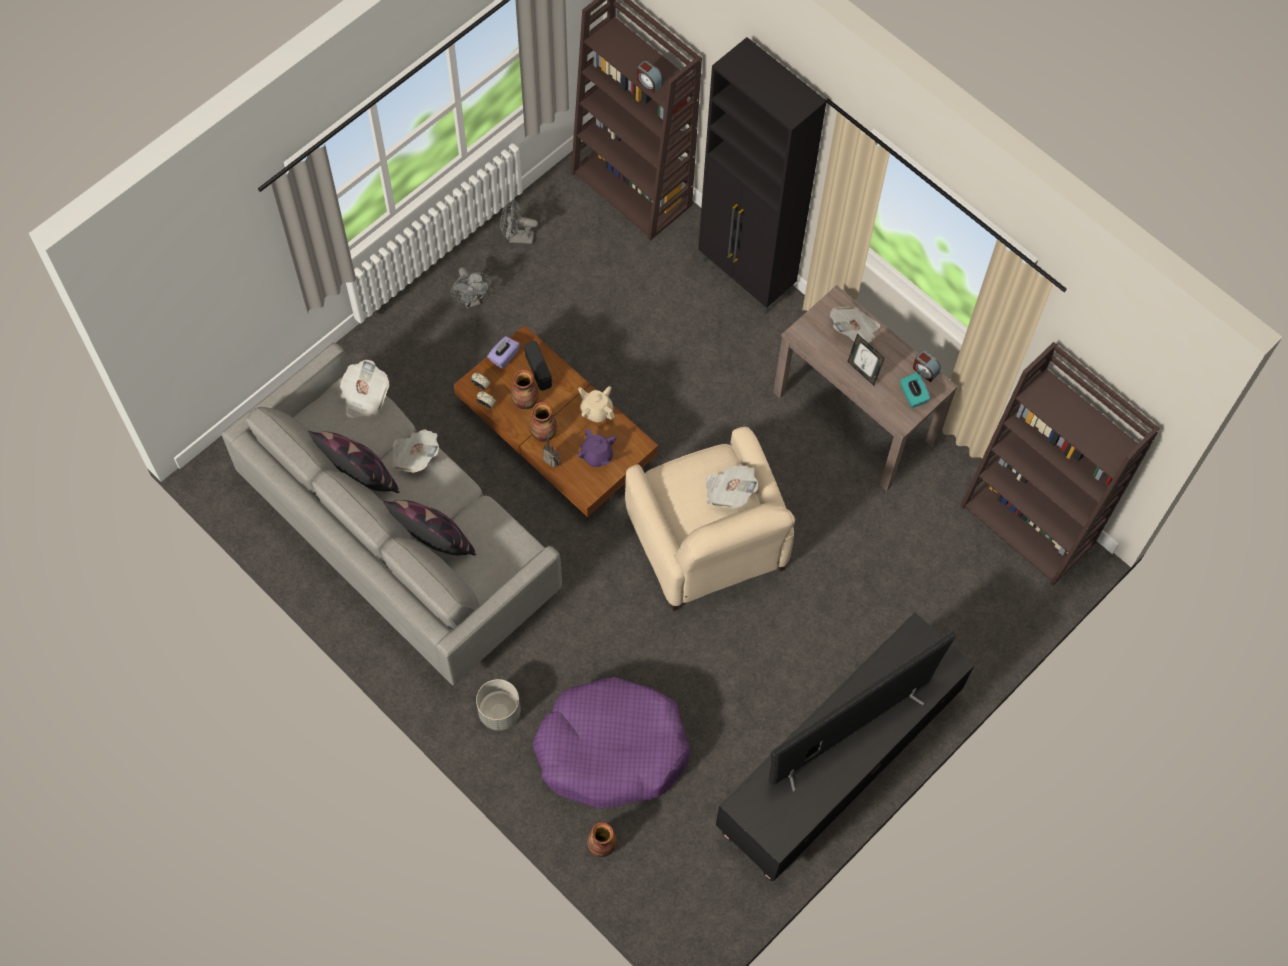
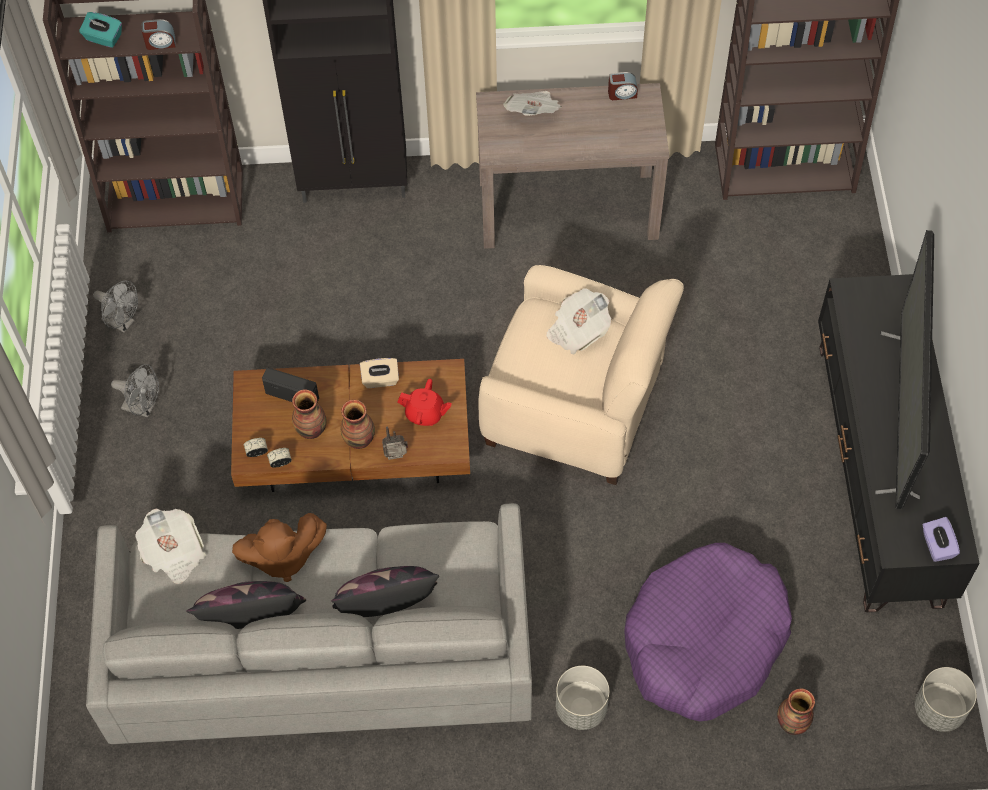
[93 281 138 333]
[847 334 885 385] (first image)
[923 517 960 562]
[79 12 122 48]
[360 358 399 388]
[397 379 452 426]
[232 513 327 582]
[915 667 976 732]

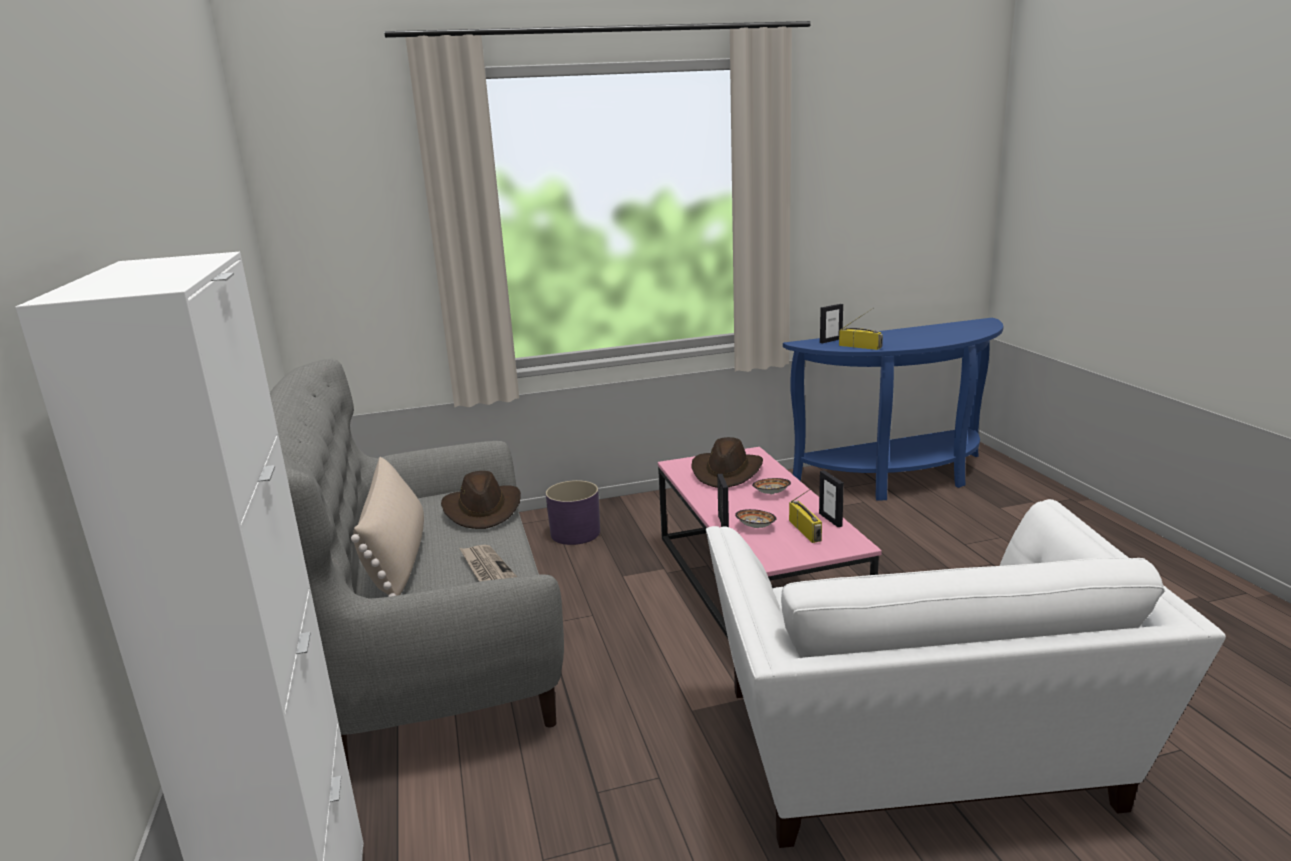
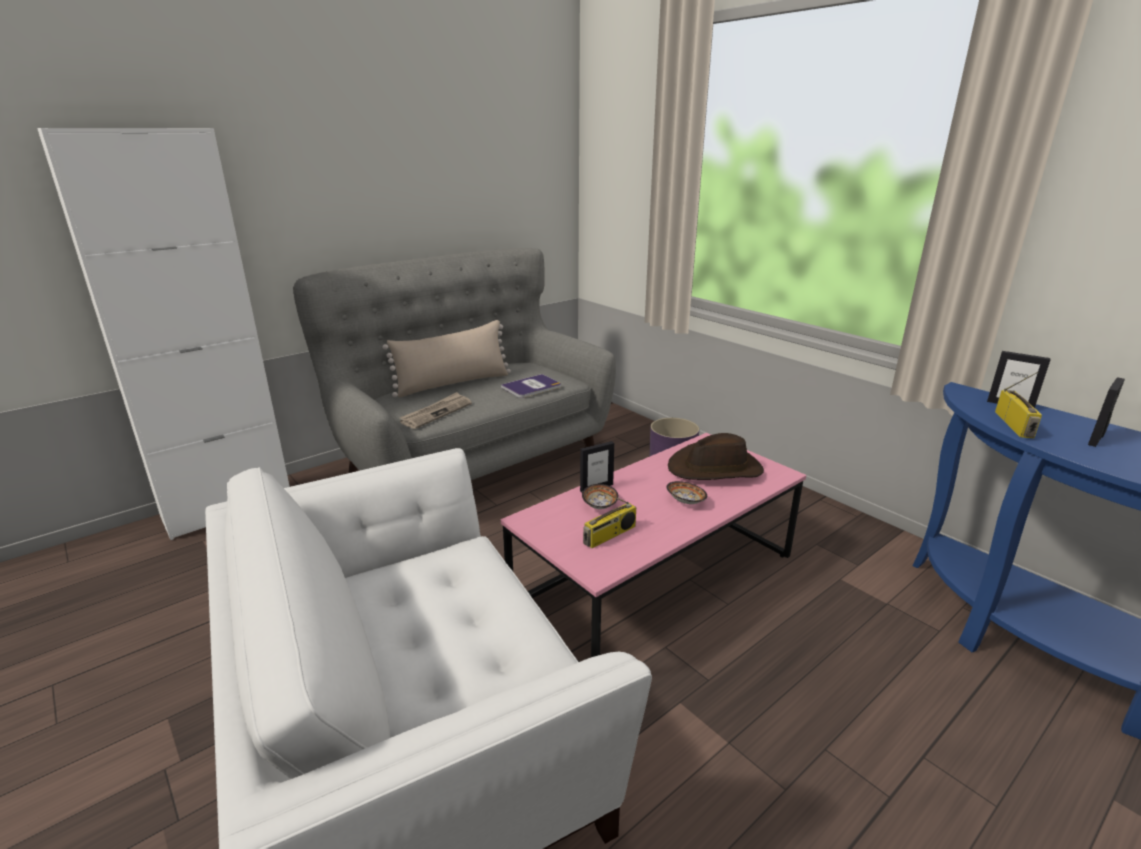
[1088 377 1125 447]
[501 374 561 398]

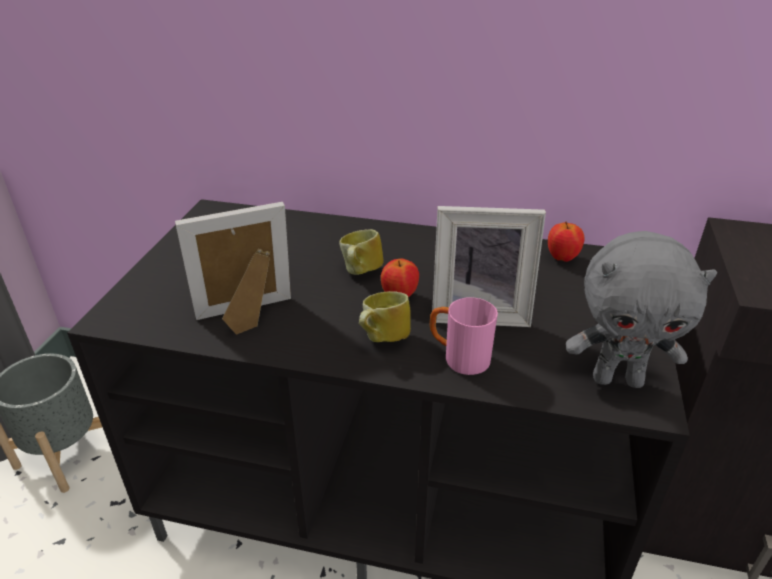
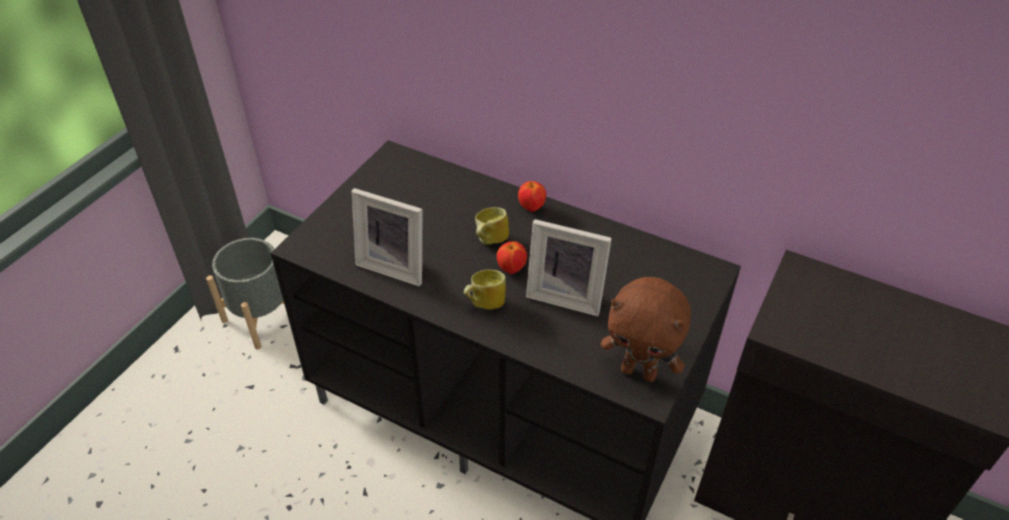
[351 188 422 286]
[518 181 546 212]
[601 277 691 382]
[430 297 498 375] (first image)

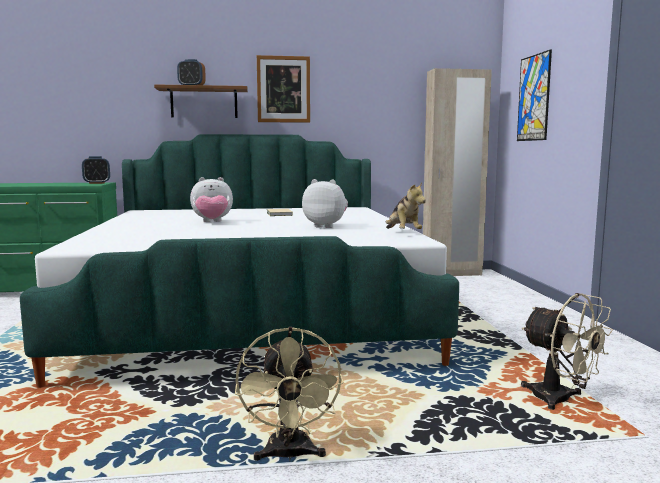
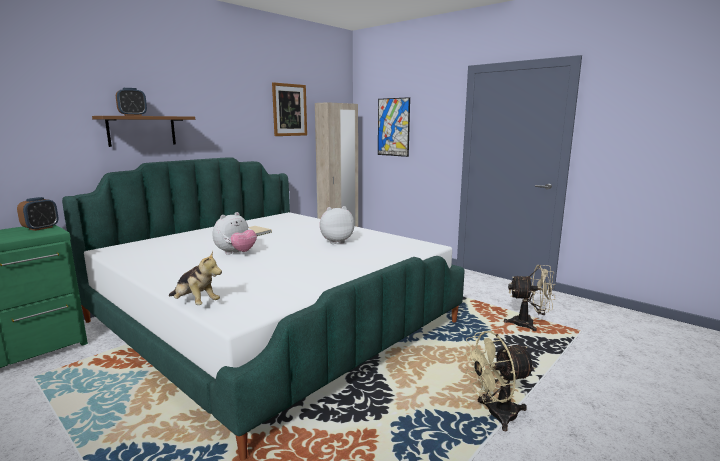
[272 82 307 136]
[169 251 222 305]
[463 331 536 432]

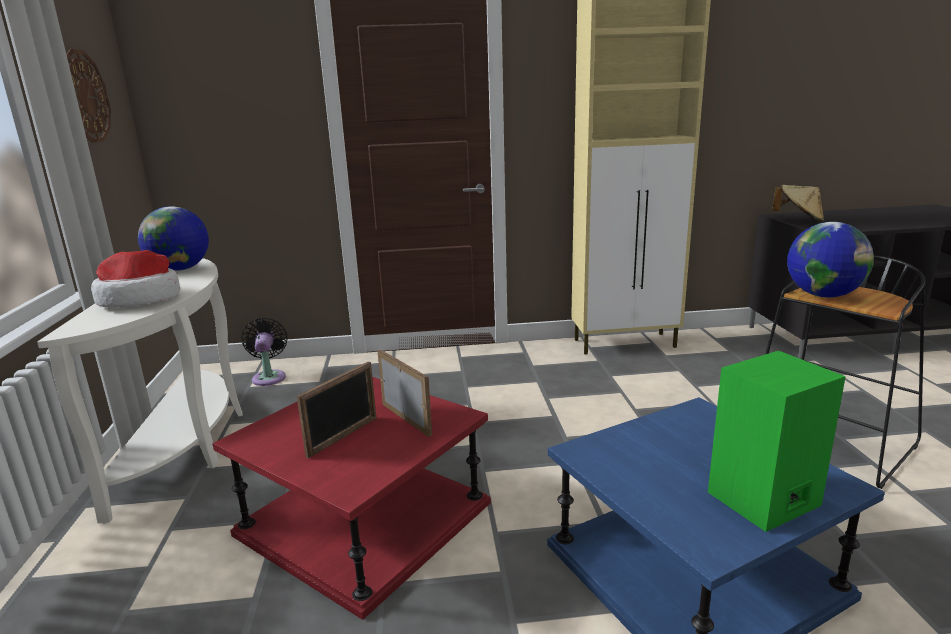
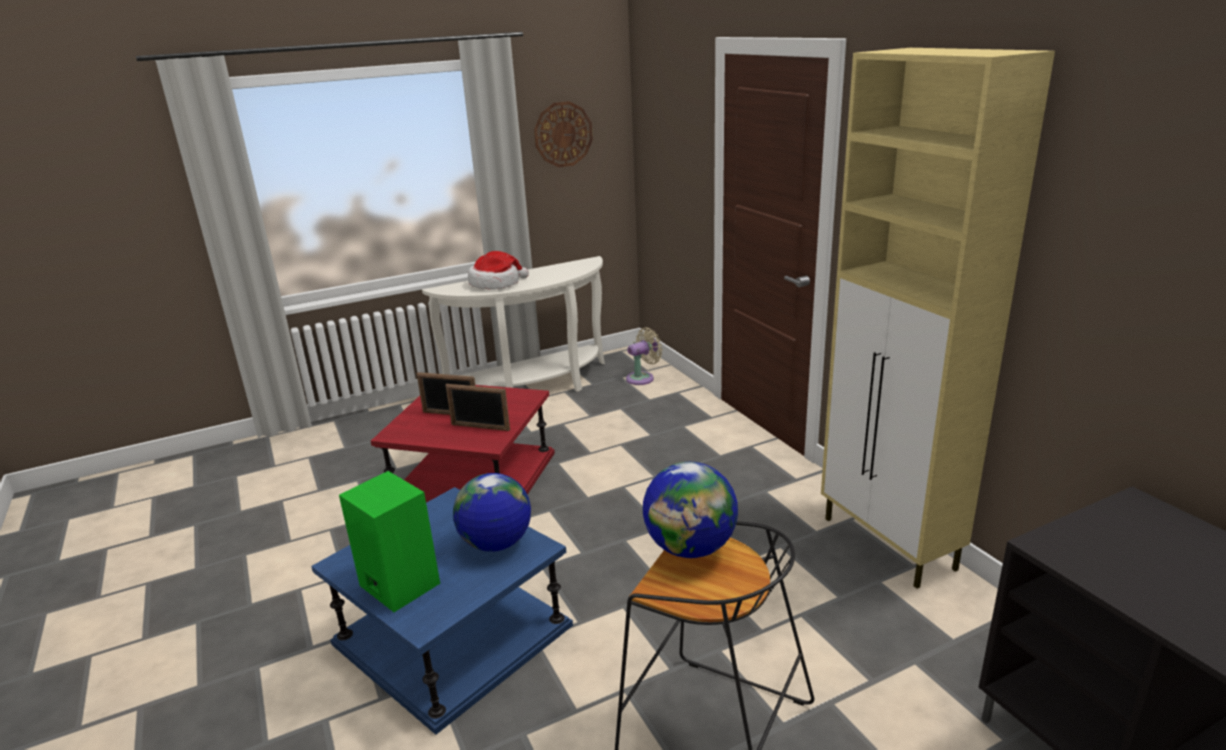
[772 185 824 222] (first image)
[453 473 531 552]
[626 327 662 385]
[446 384 510 431]

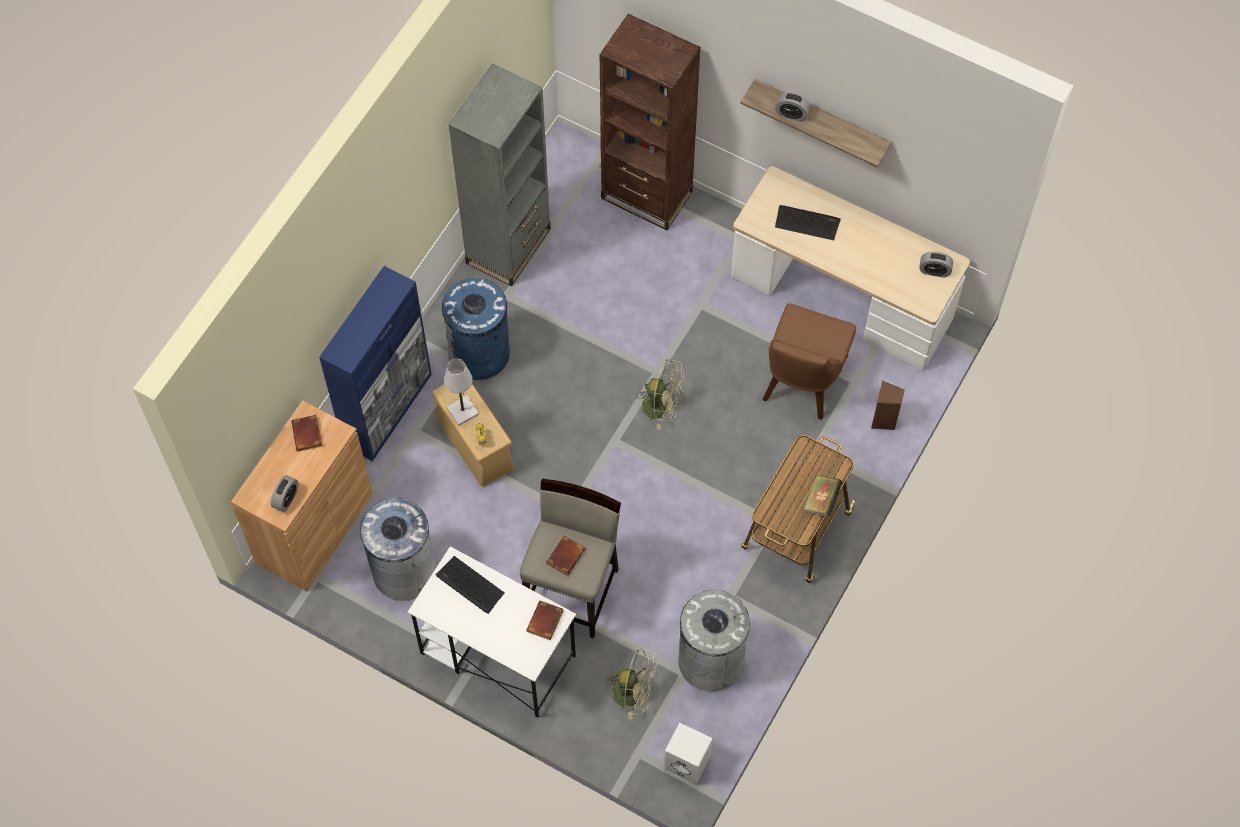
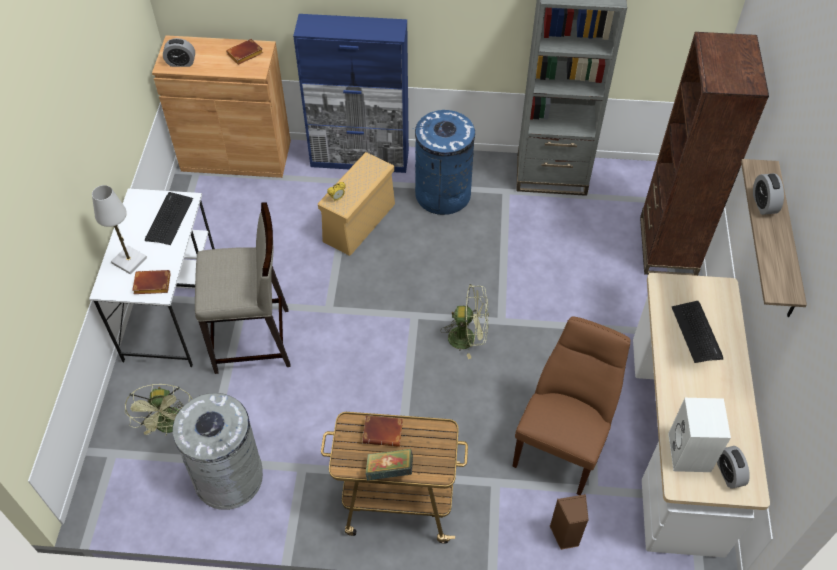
[513 316 631 495]
[92 185 147 274]
[442 284 489 359]
[360 498 437 601] (first image)
[362 415 403 447]
[668 398 731 472]

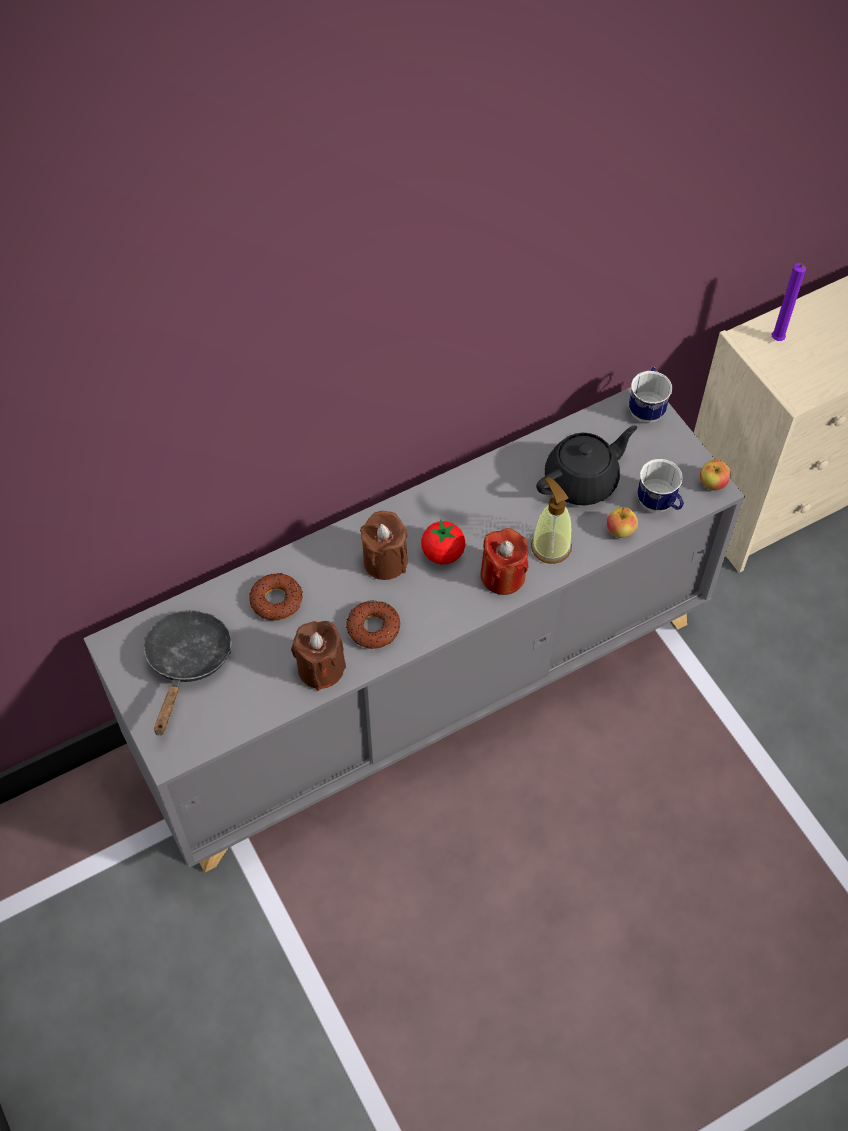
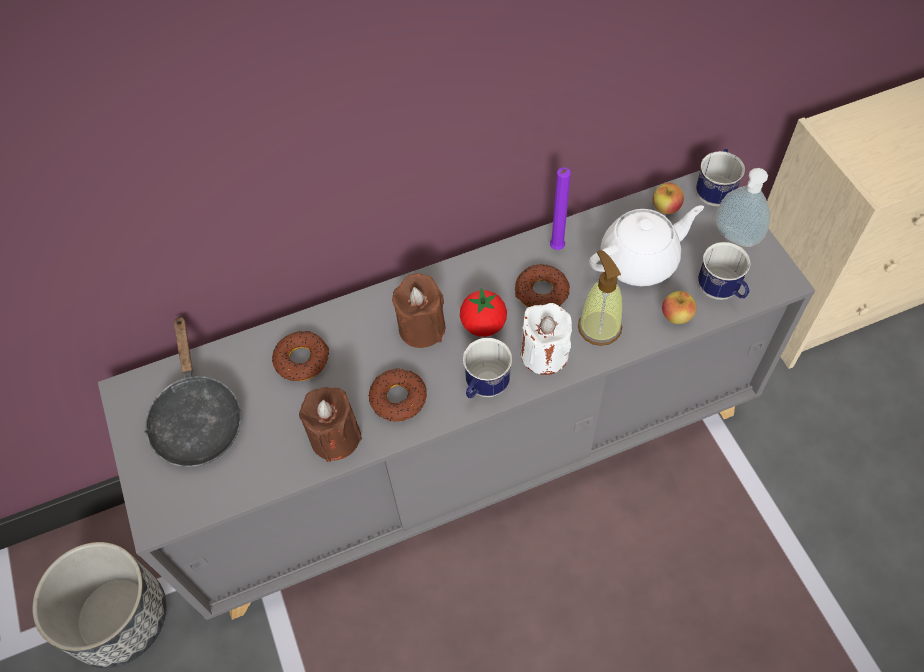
[550 167 571 250]
[589 205 704 286]
[653 183 684 214]
[520 303 572 375]
[144 315 242 467]
[716 168 770 247]
[514 264 570 307]
[463 338 512 399]
[32 542 166 668]

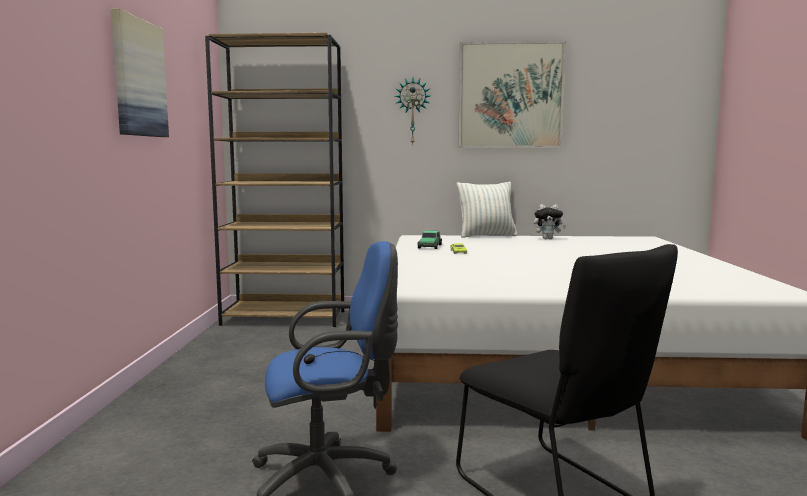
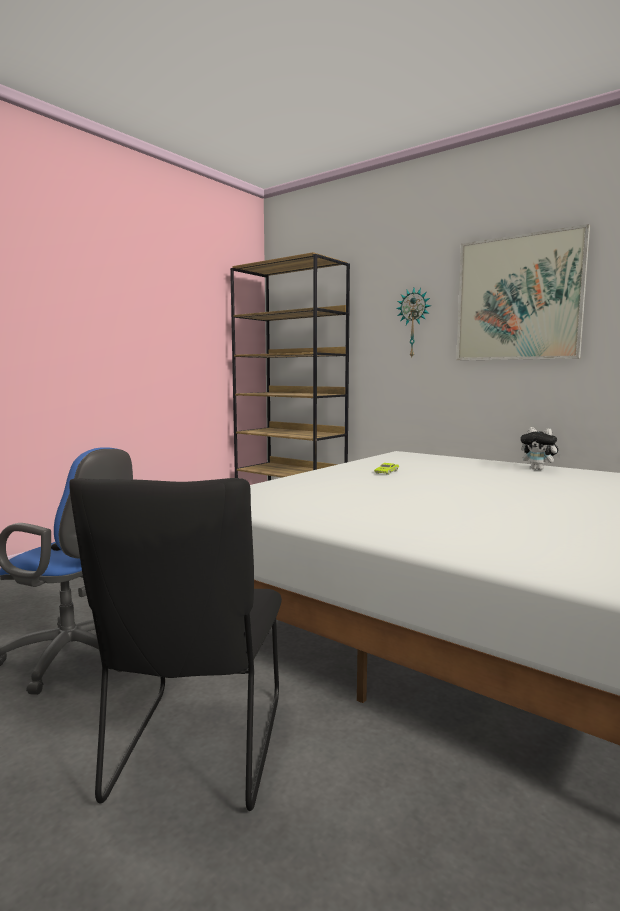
[111 8 169 137] (first image)
[456 182 517 238] (first image)
[417 230 442 249] (first image)

